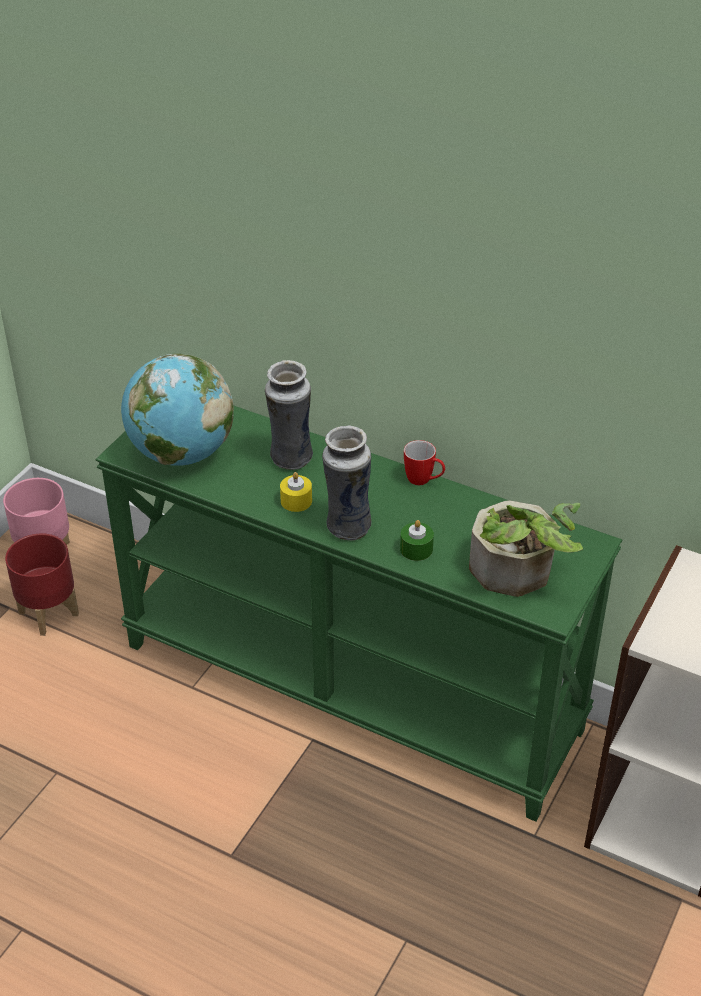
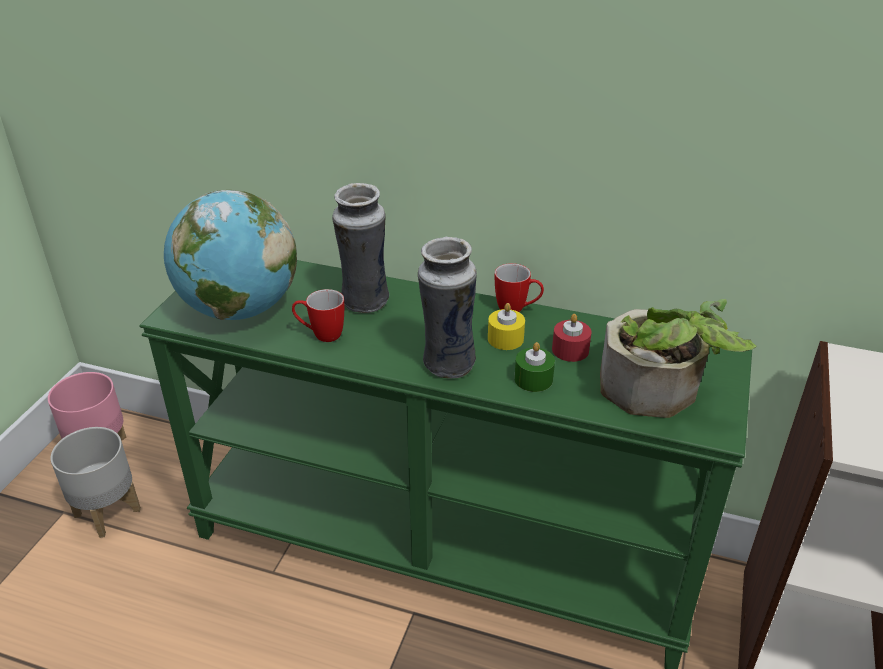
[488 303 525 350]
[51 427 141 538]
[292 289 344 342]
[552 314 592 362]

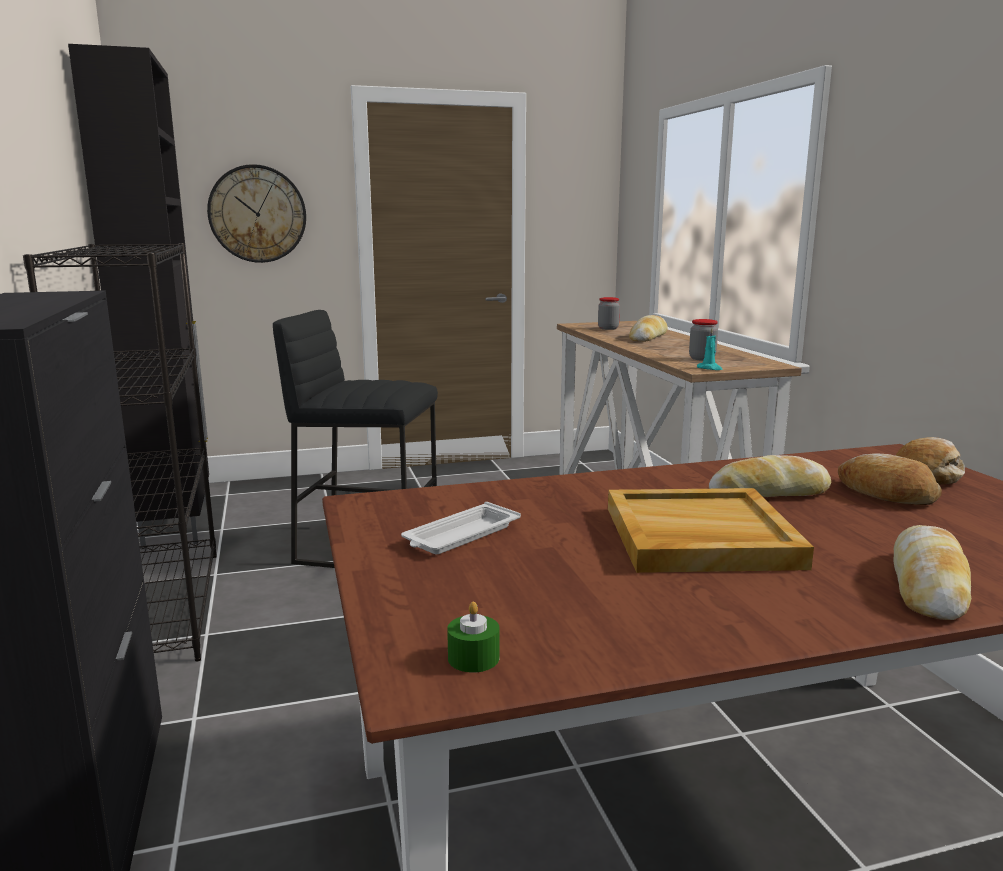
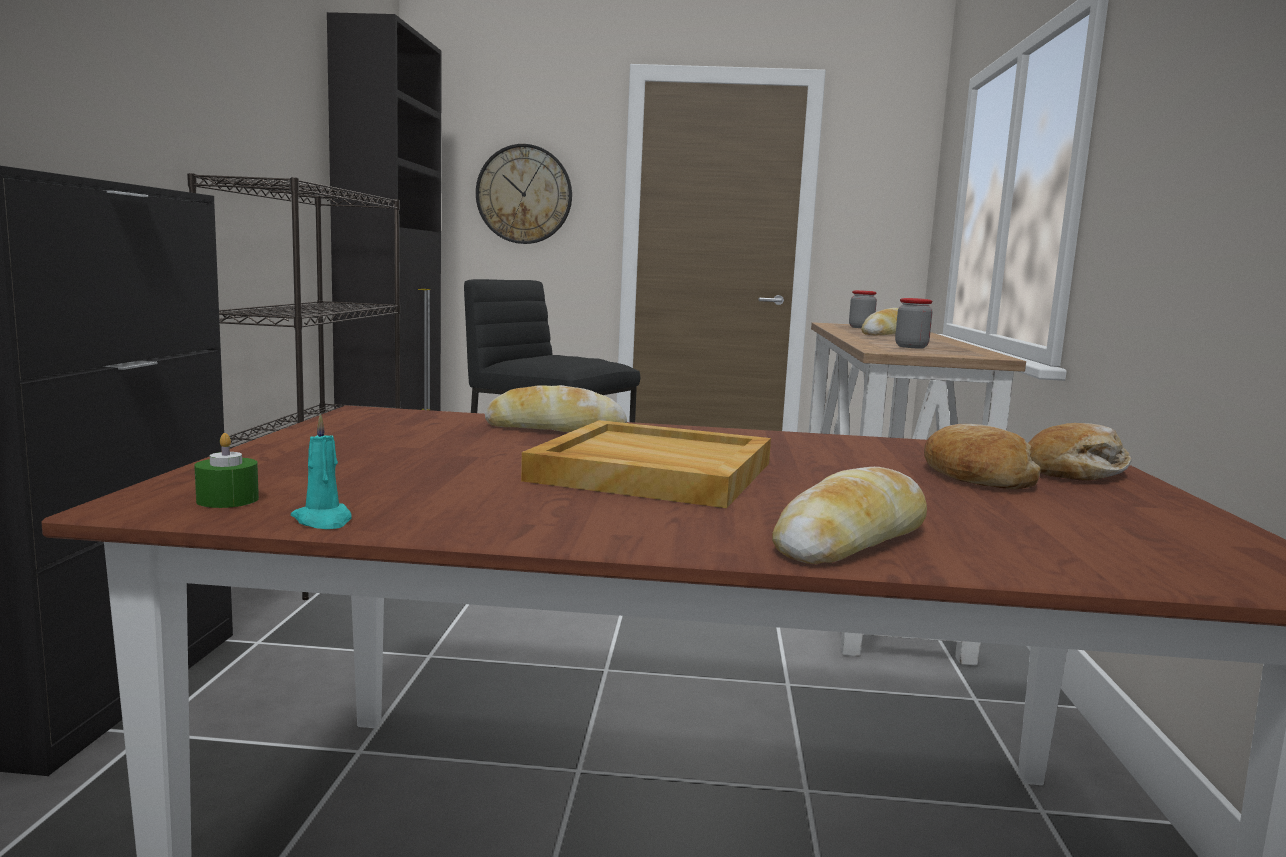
[291 413 351 529]
[485 385 627 432]
[401 502 521 554] (first image)

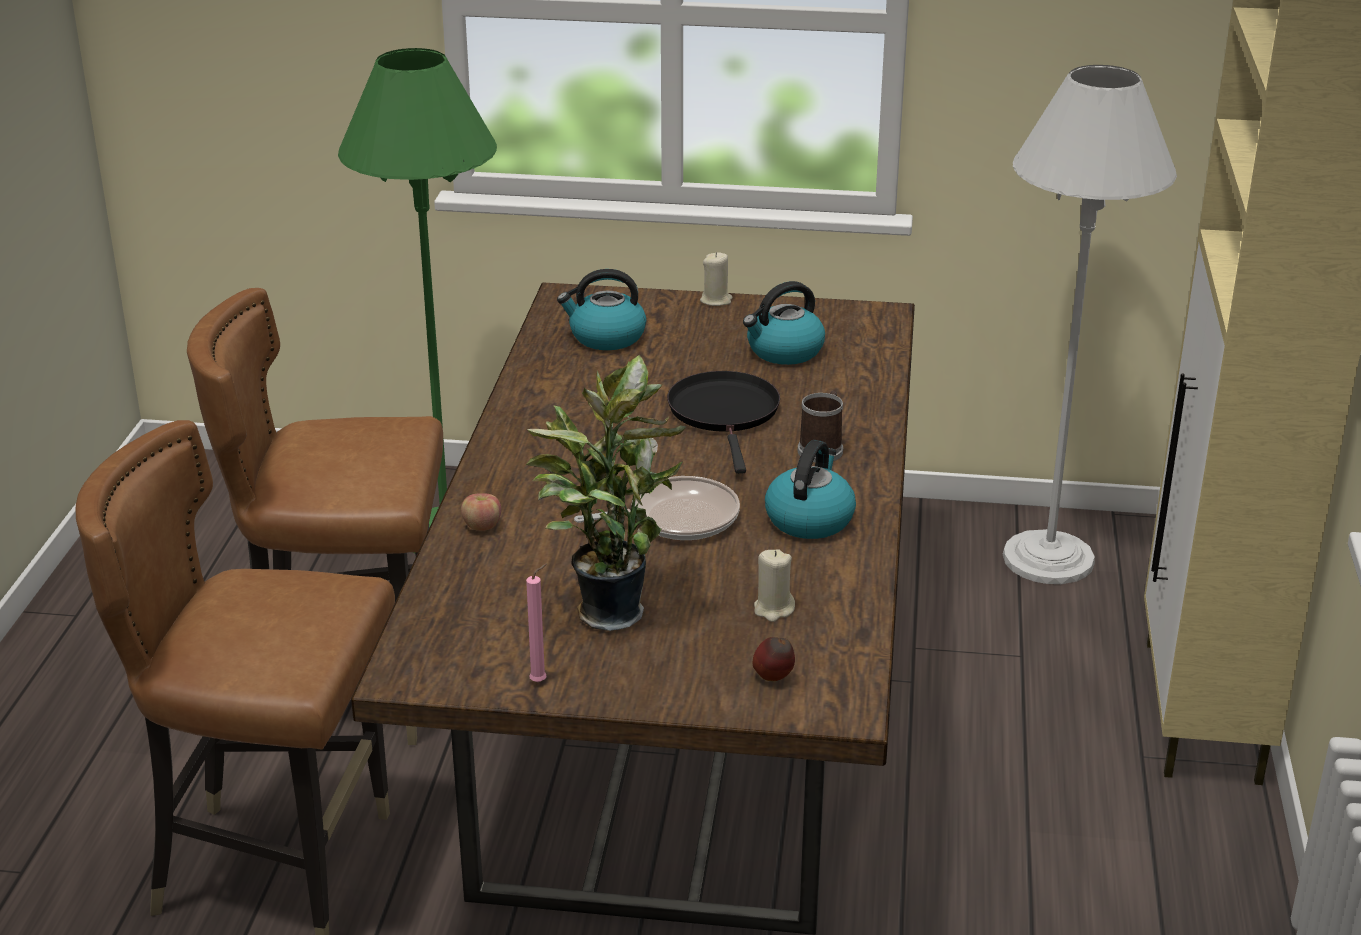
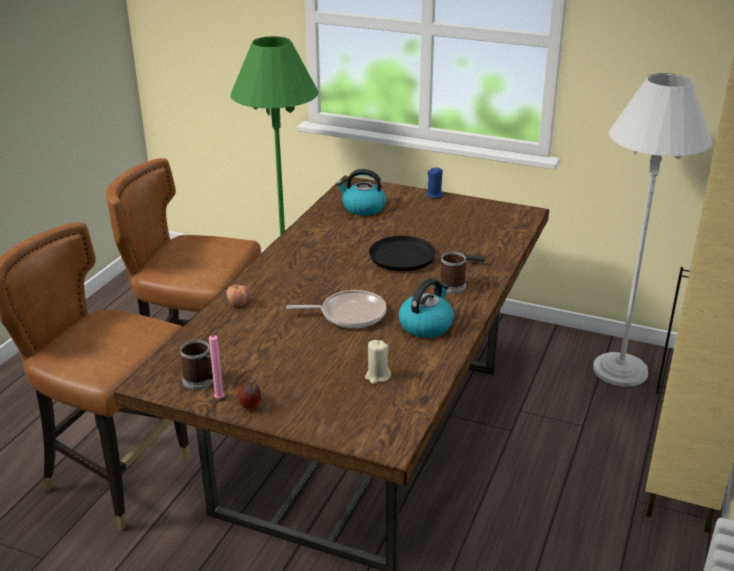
[425 167 445 198]
[743 281 825 365] (first image)
[526 355 686 631] (first image)
[369 236 485 271]
[237 382 261 409]
[180 340 214 390]

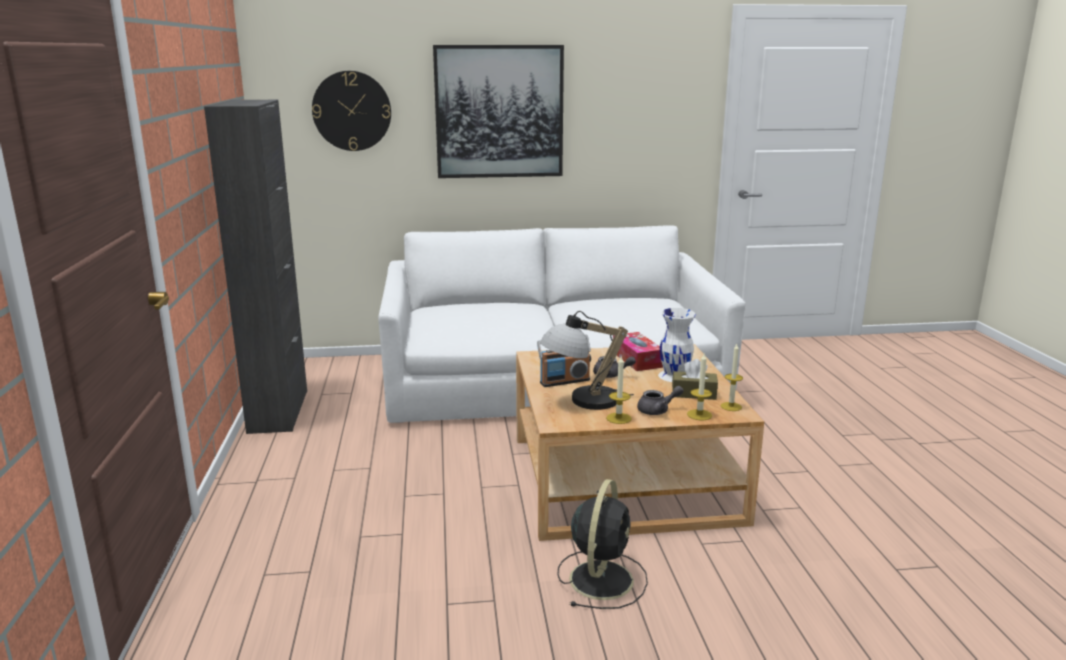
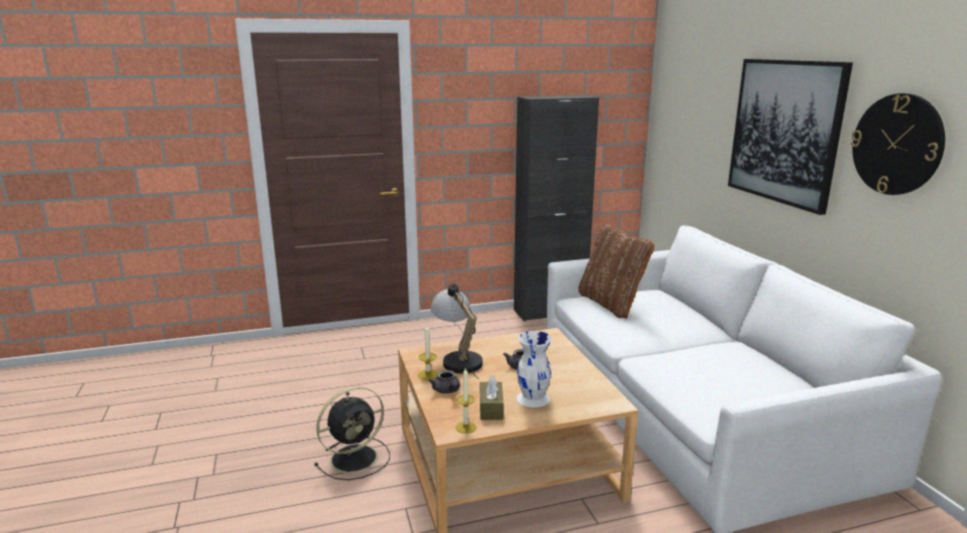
[851 93 945 195]
[613 332 663 371] (first image)
[537 334 591 387] (first image)
[687 352 712 420] (first image)
[314 386 390 480]
[579 223 654 319]

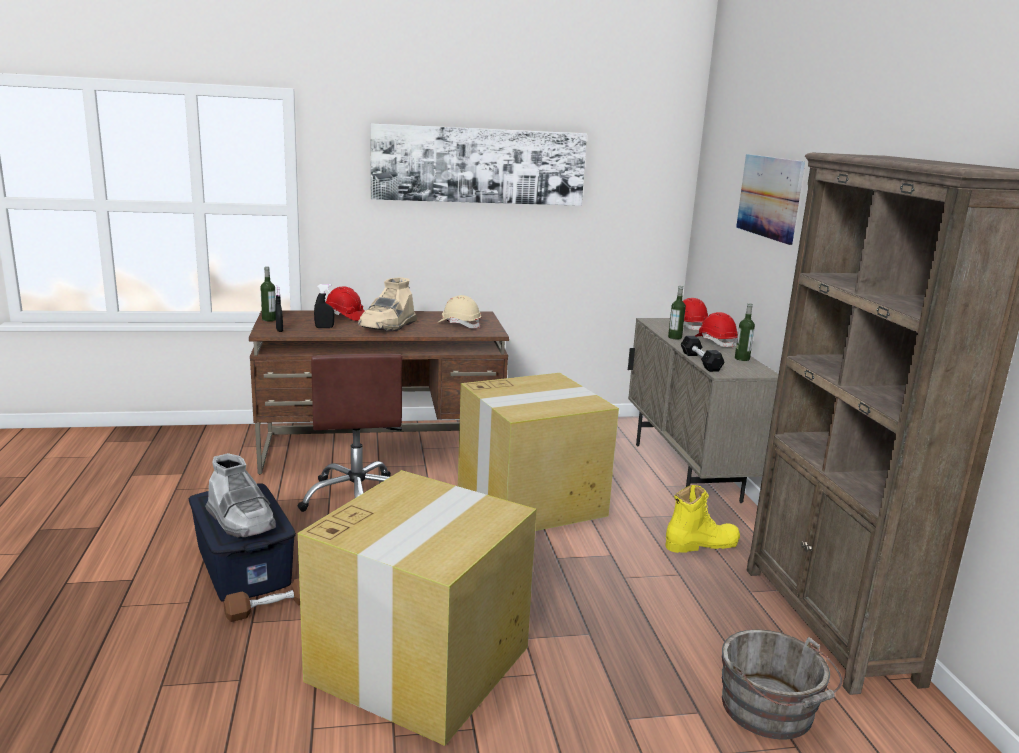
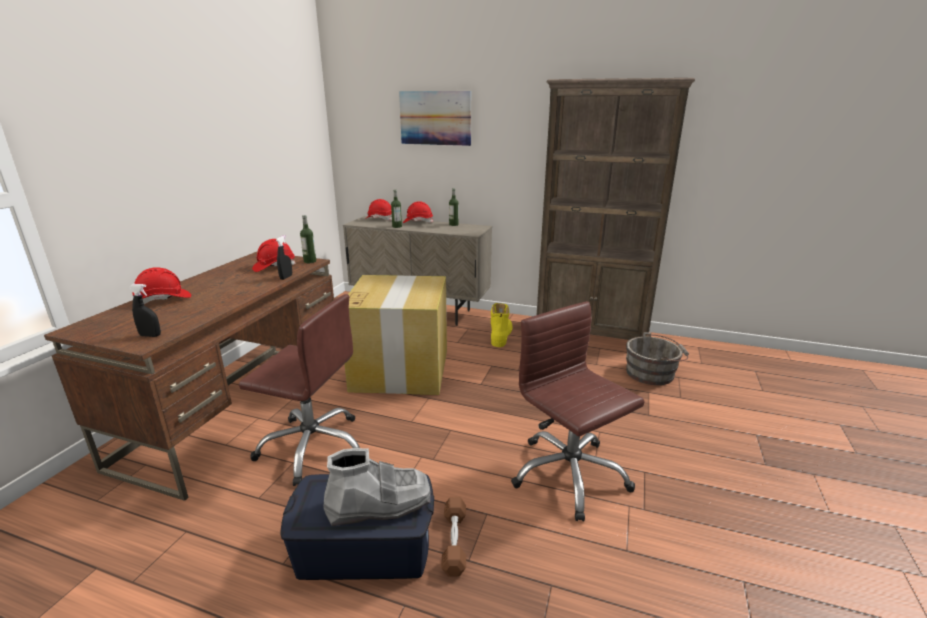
[370 123 587 206] (first image)
[300 215 316 263]
[358 277 417 331] (first image)
[276 235 292 280]
[252 239 295 272]
[681 336 725 372] (first image)
[511 301 645 521]

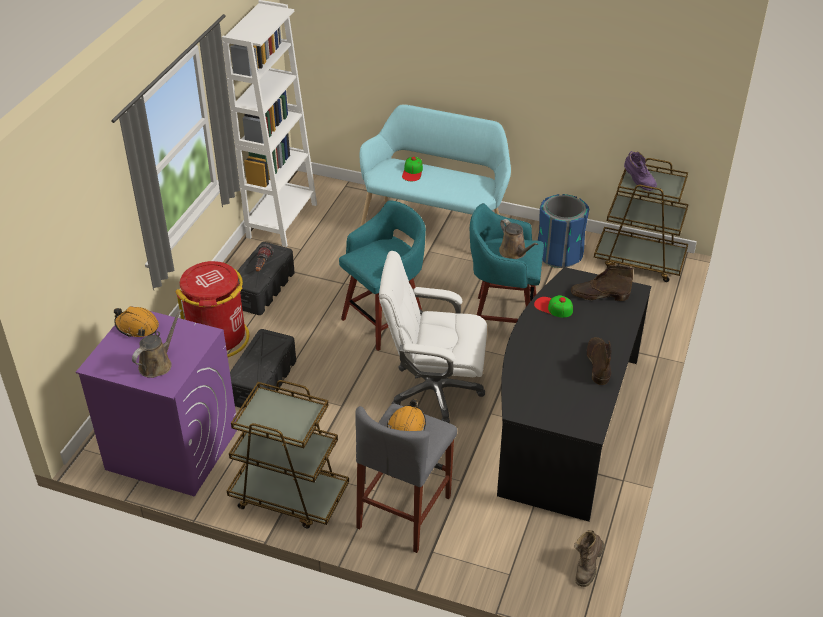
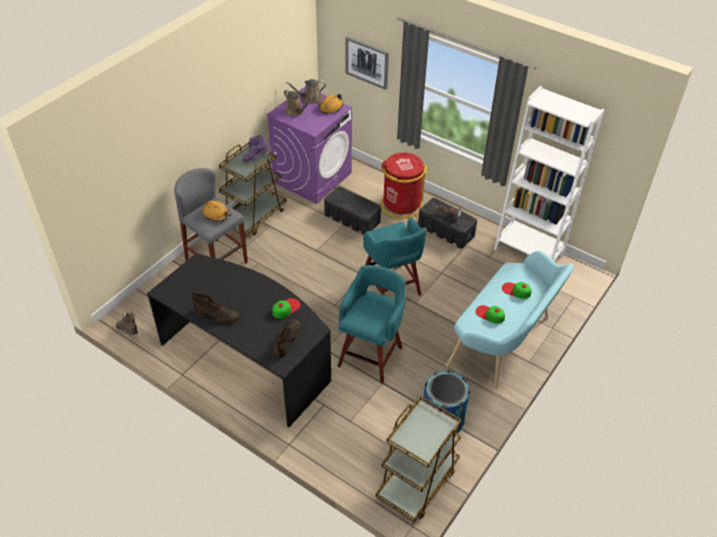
[243 134 270 163]
[286 79 326 104]
[379 251 487 423] (first image)
[345 36 389 90]
[475 305 505 324]

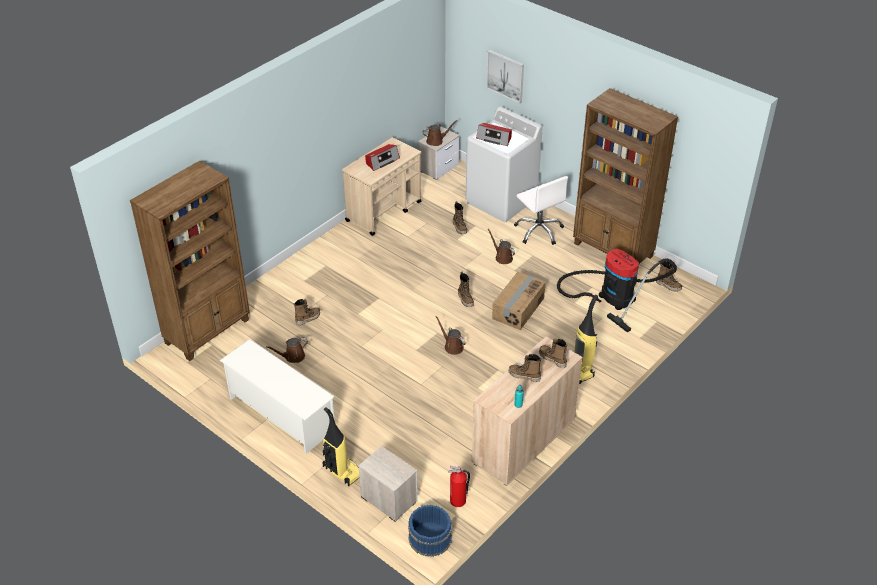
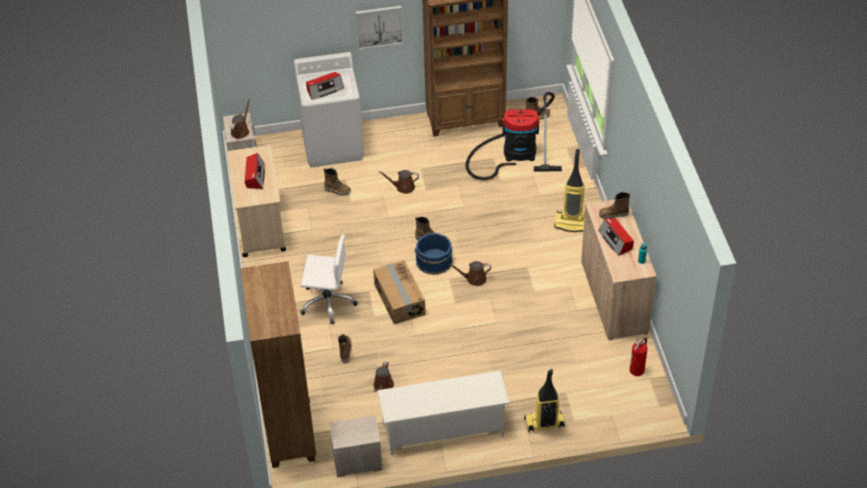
[356 6 403 50]
[300 234 358 324]
[373 260 426 324]
[598 218 634 256]
[329 415 382 477]
[415 233 453 275]

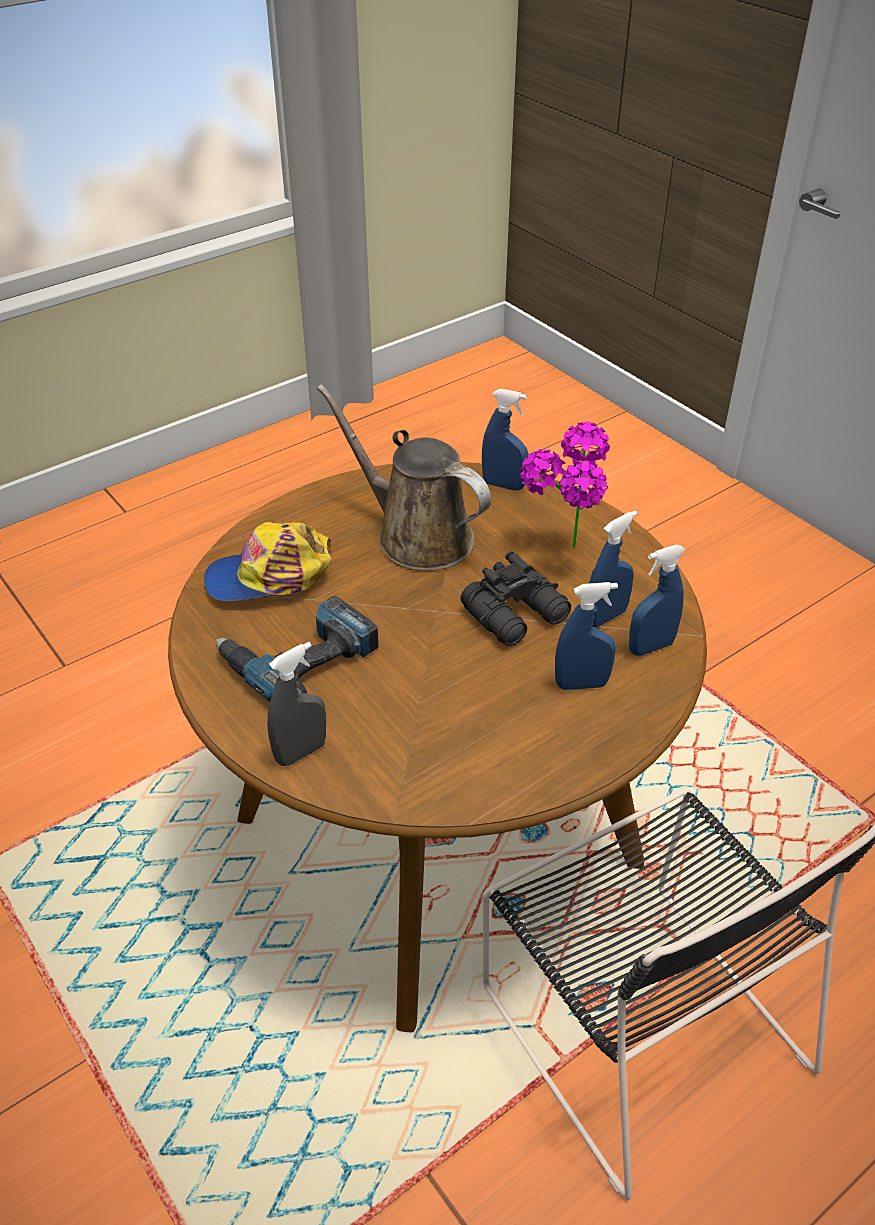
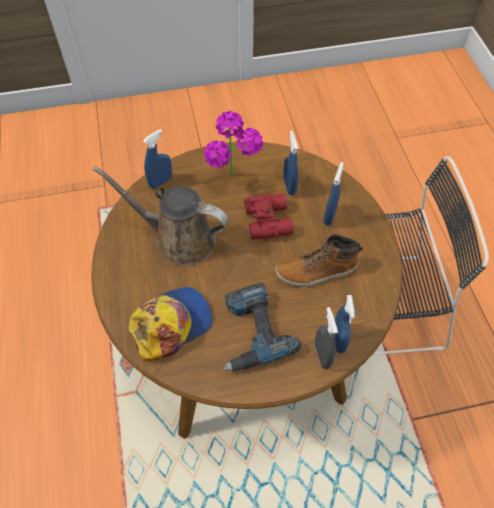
[93 166 229 266]
[129 287 213 362]
[335 295 355 353]
[244 193 293 240]
[276 235 363 287]

